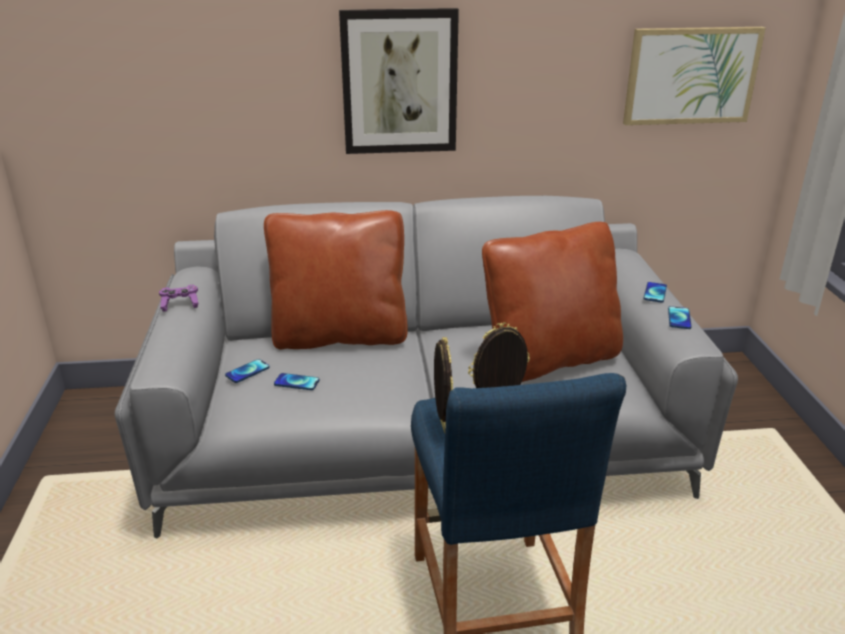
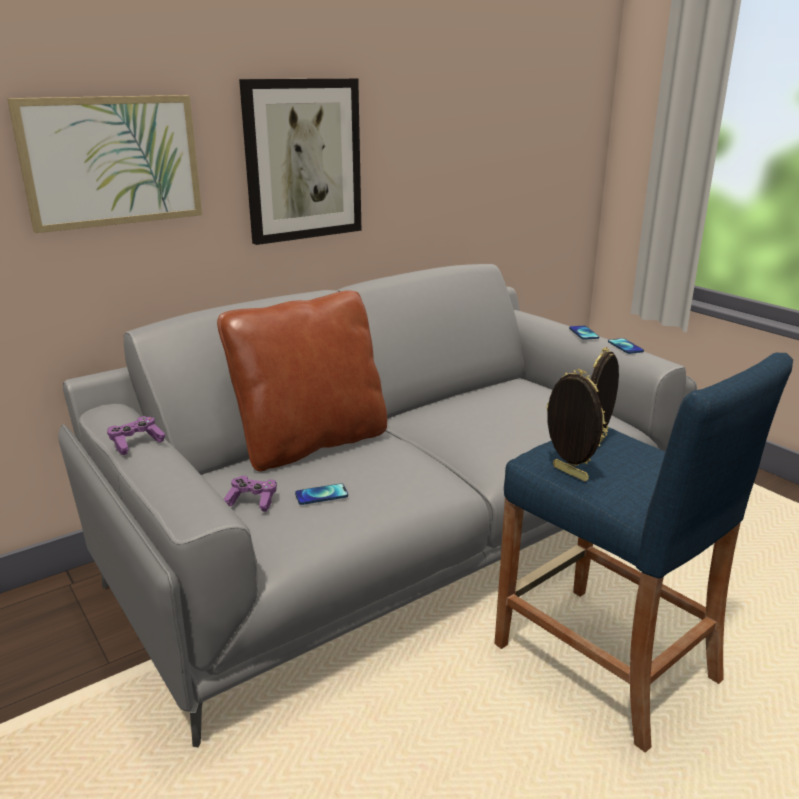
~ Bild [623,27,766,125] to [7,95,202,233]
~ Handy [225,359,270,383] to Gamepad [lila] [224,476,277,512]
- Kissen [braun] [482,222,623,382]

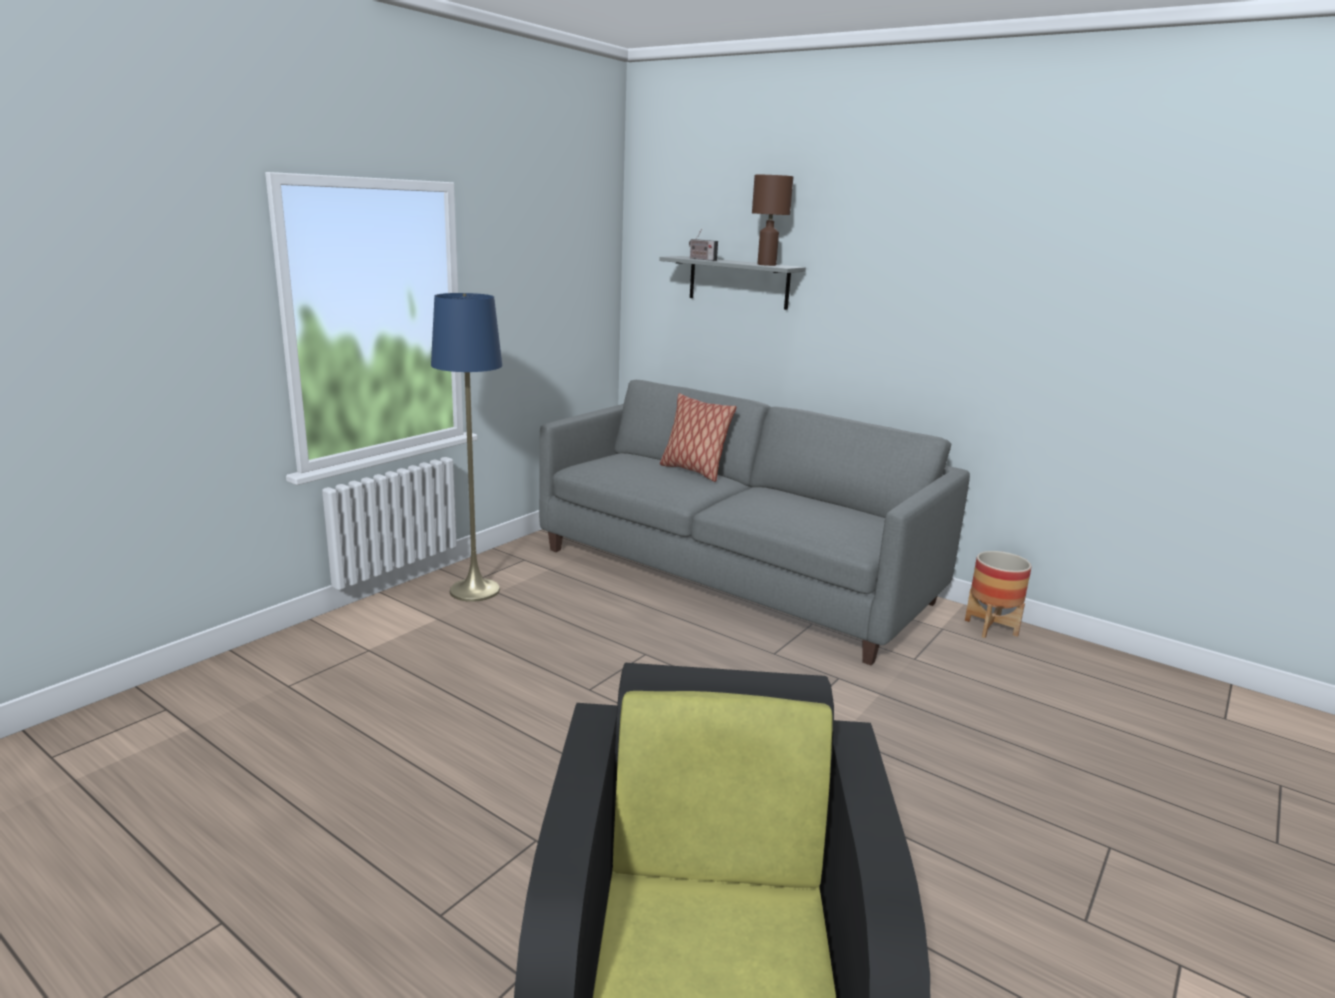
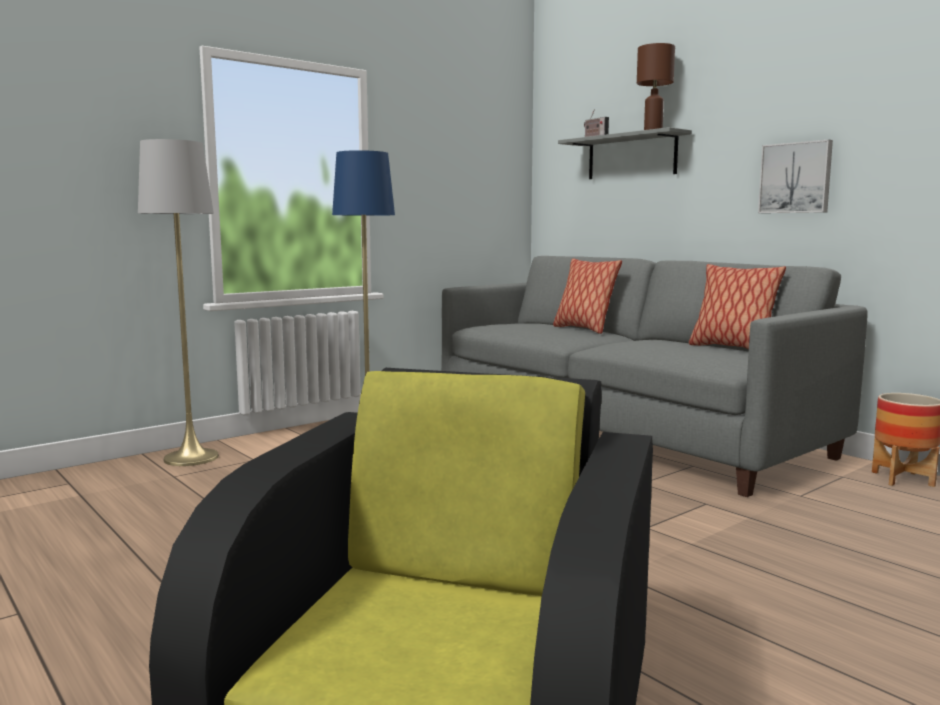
+ Stehlampe [grau] [138,139,219,466]
+ Kissen [689,264,786,349]
+ Bild [758,140,833,213]

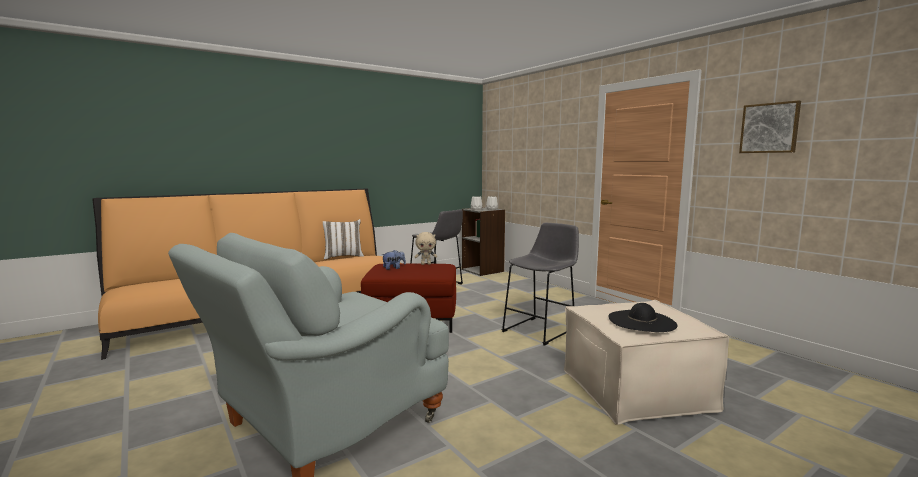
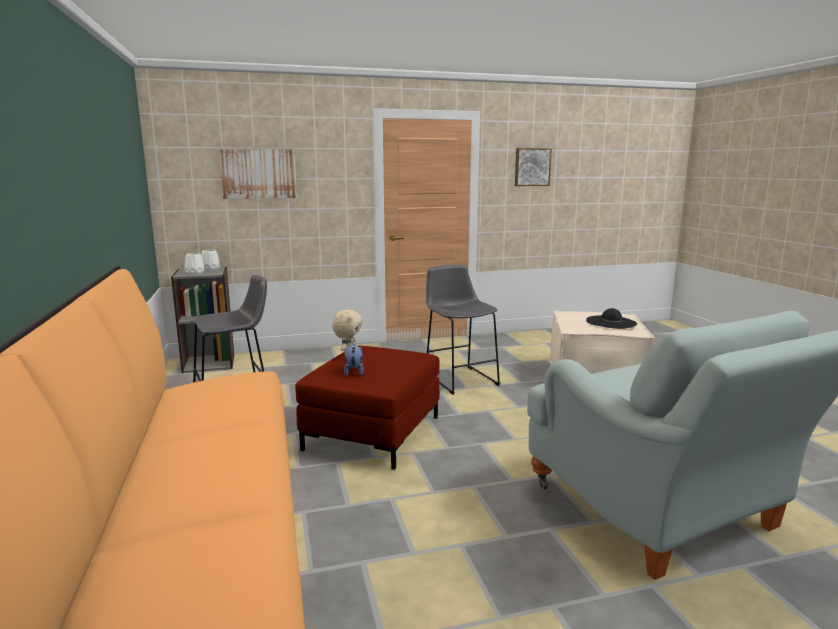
+ Bild [219,149,297,199]
- Kissen [weiß] [321,219,364,259]

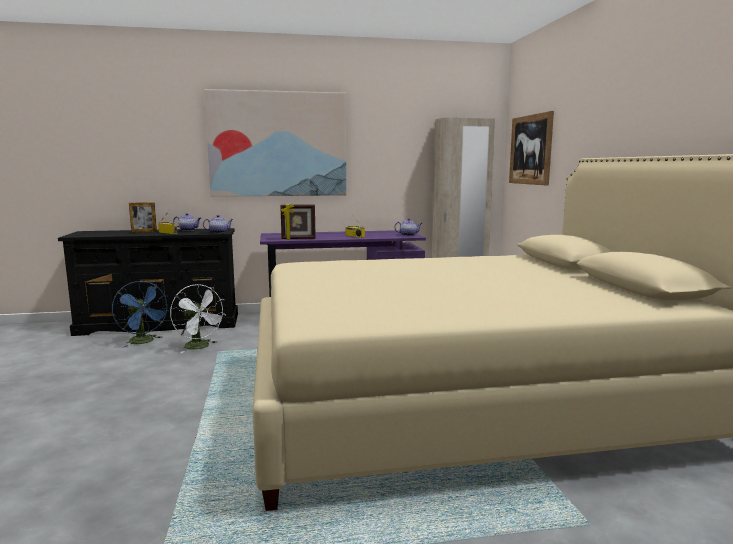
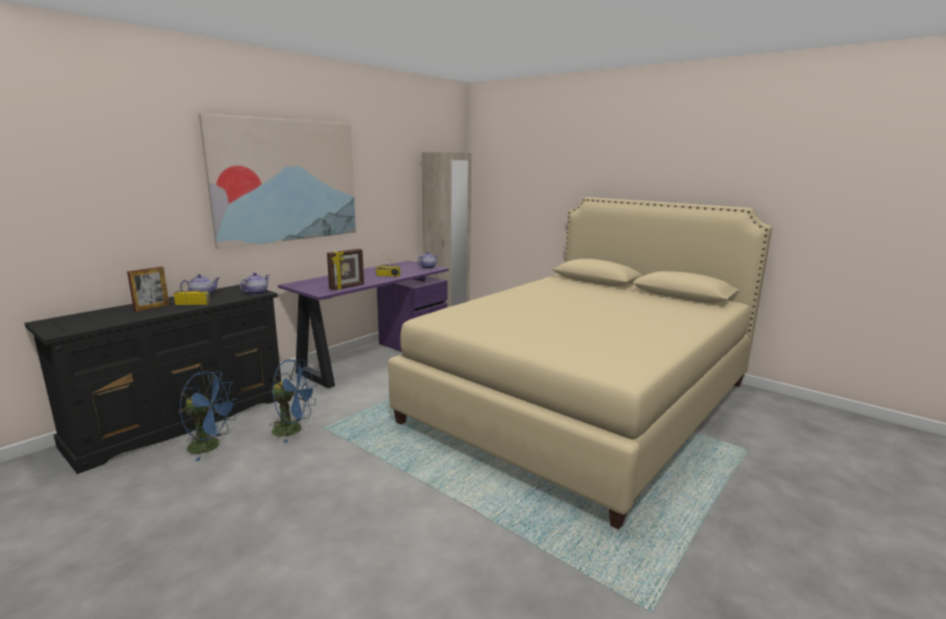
~ Ventilator [weiß] [170,284,226,353] to Ventilator [blau] [269,359,317,443]
- Bild [509,111,554,185]

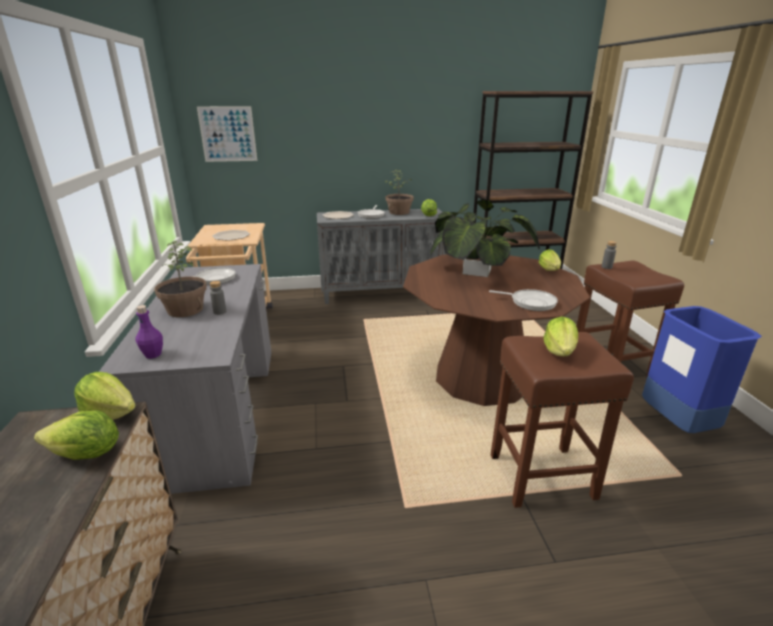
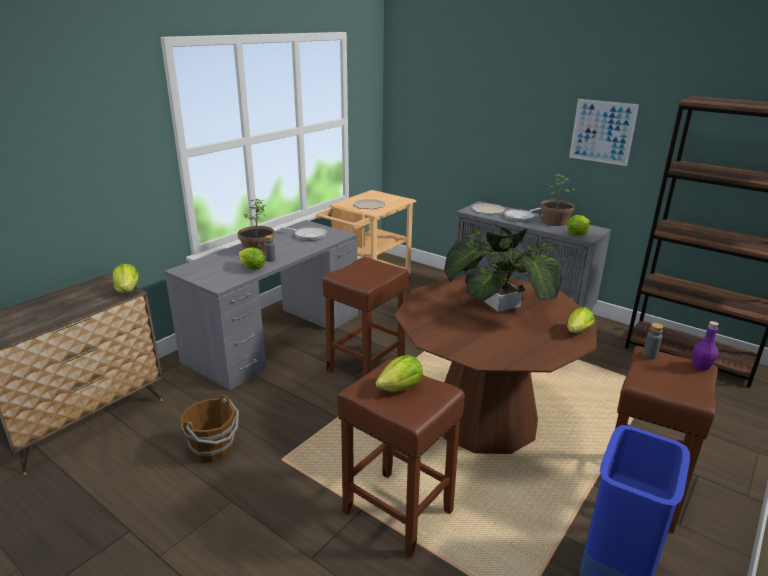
+ Eimer [braun] [180,395,239,463]
~ Salatkopf [34,410,119,460] to [239,247,265,270]
+ Hocker [braun] [323,257,409,377]
~ Bild [197,106,257,162] to [569,99,639,166]
~ Flasche [lila] [135,305,163,359] to [692,321,719,371]
- Pfanne [489,289,558,311]

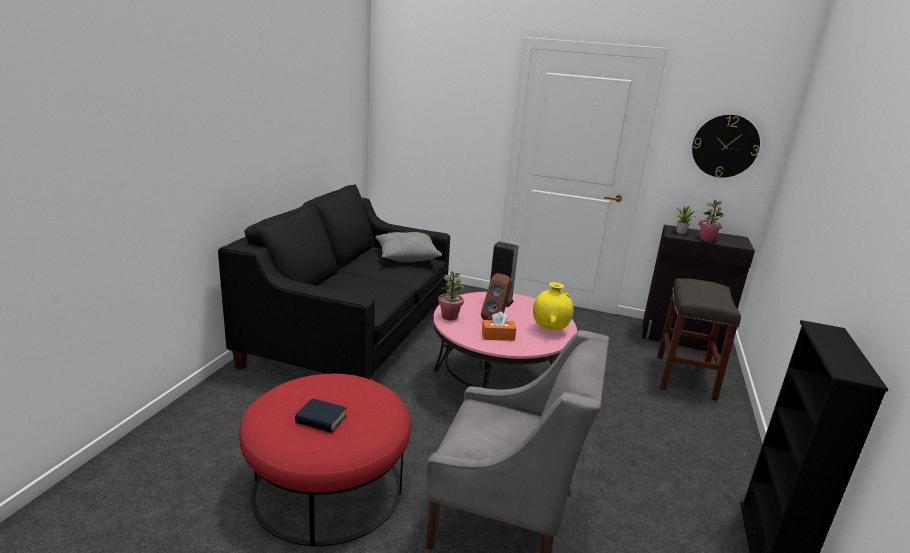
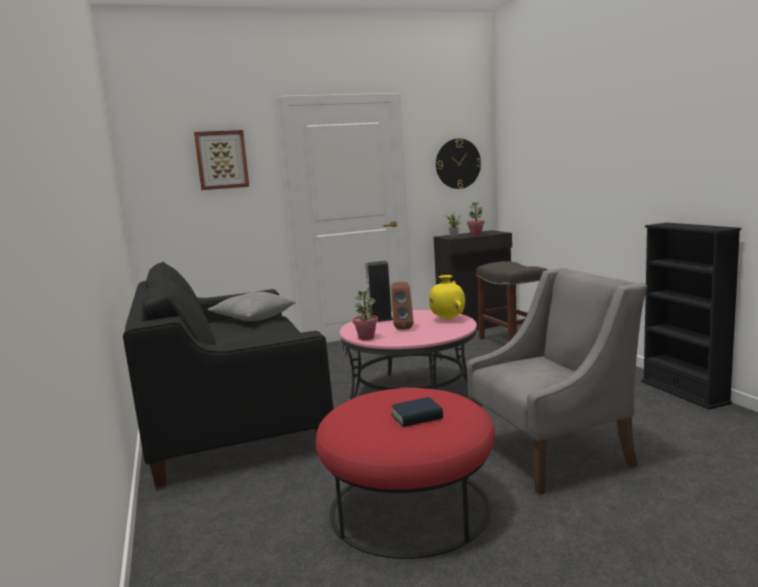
+ Bild [194,130,249,190]
- Taschentuchbox [orange] [482,312,516,341]

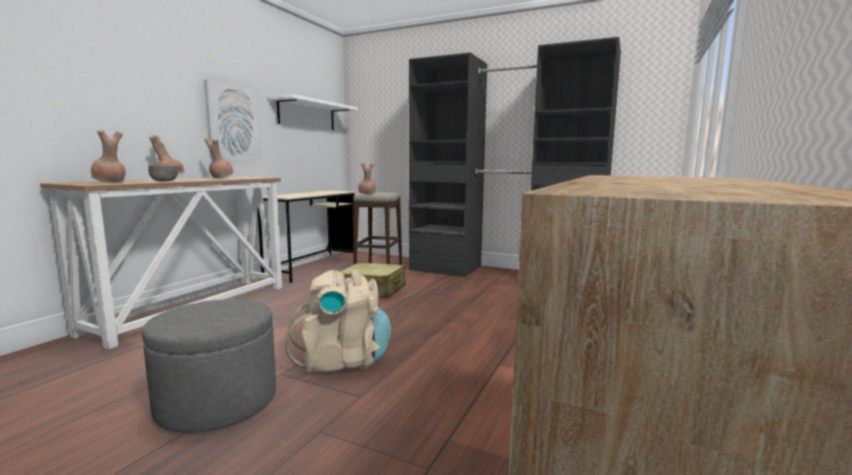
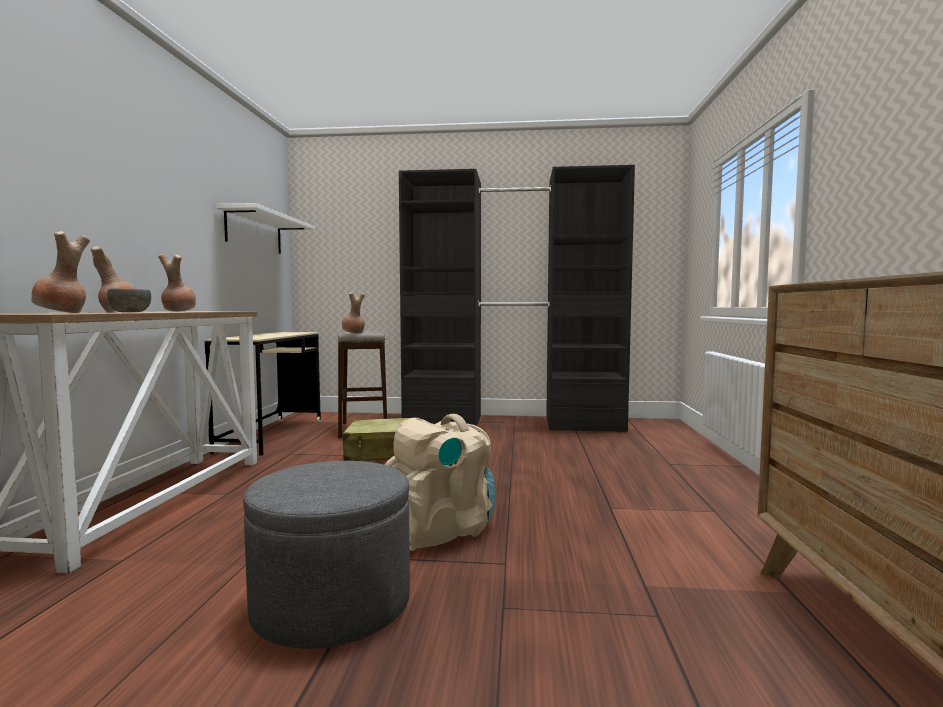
- Bild [204,79,262,160]

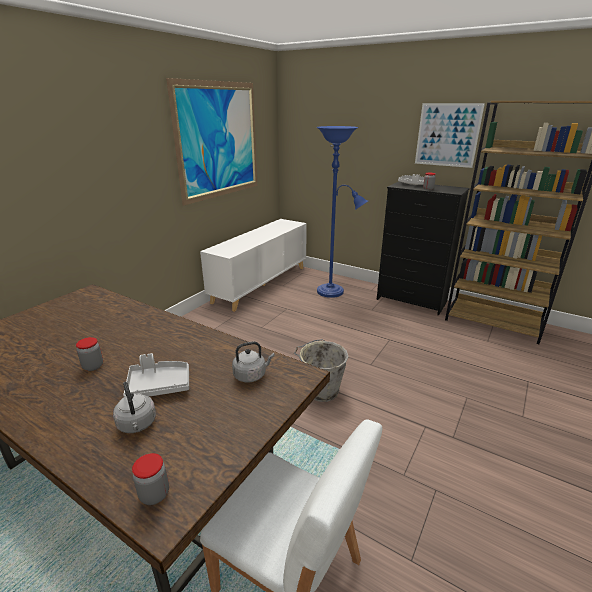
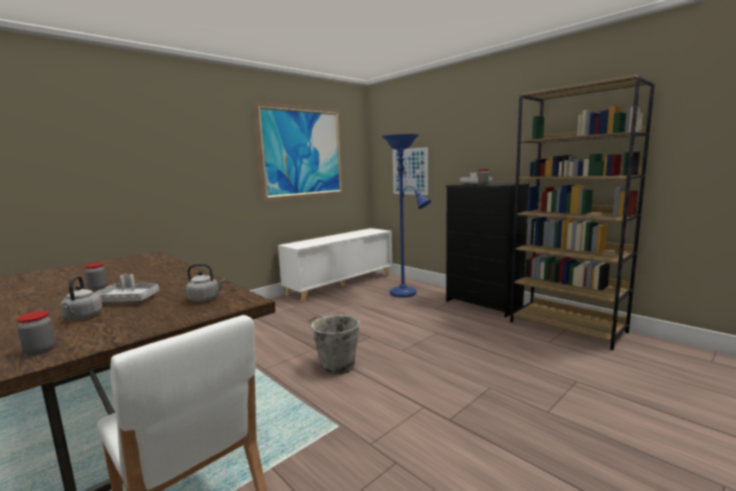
~ Bild [415,103,485,168] to [393,147,428,195]

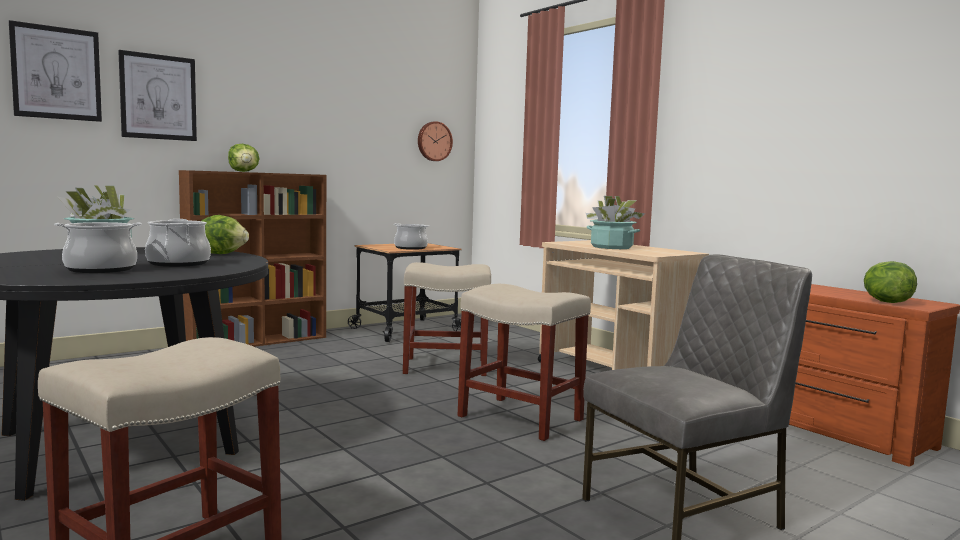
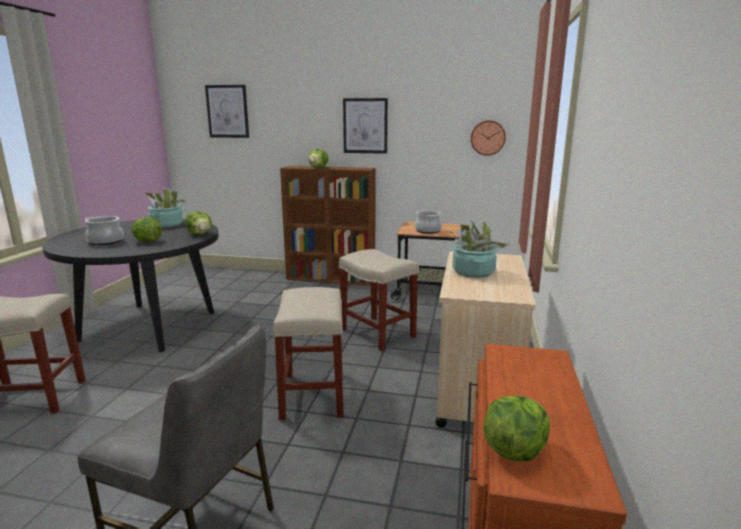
~ Kochtopf [145,219,211,267] to Salatkopf [132,217,162,242]
~ Bild [118,50,197,141] to [343,98,388,154]

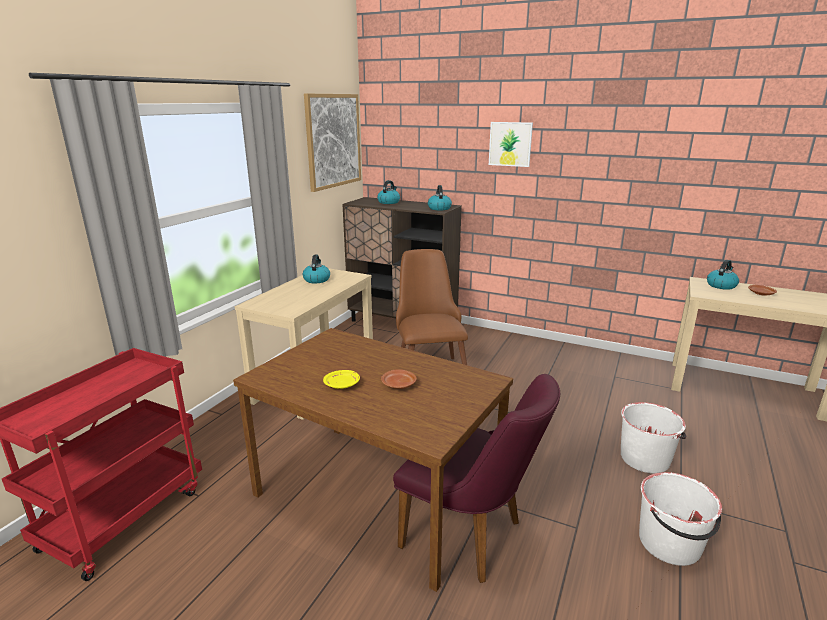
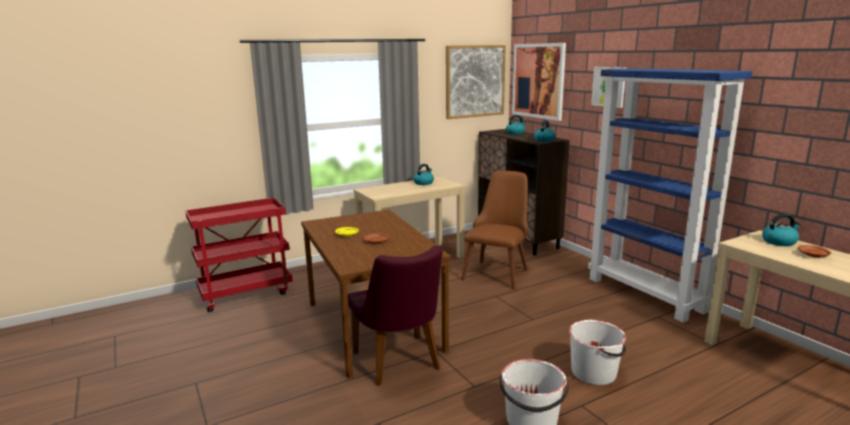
+ Bild [512,43,566,121]
+ Bücherregal [blau] [588,68,752,323]

